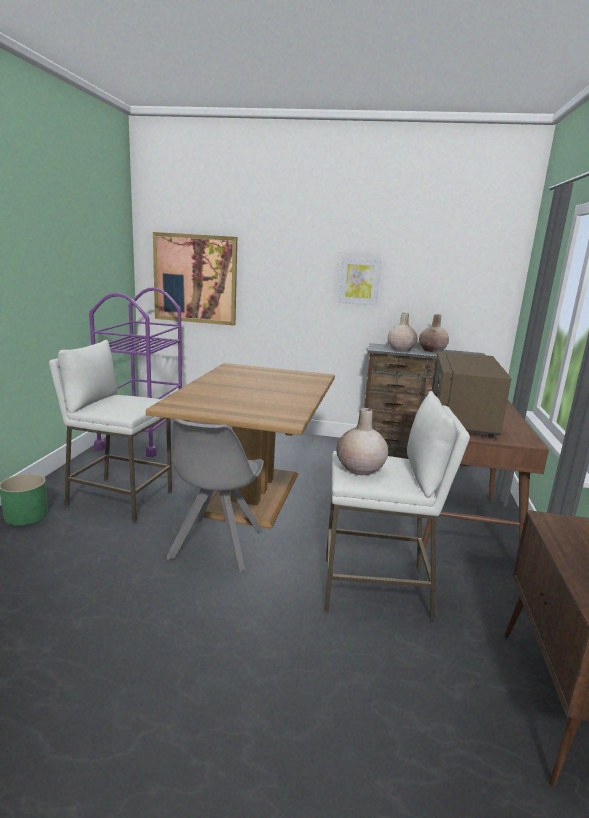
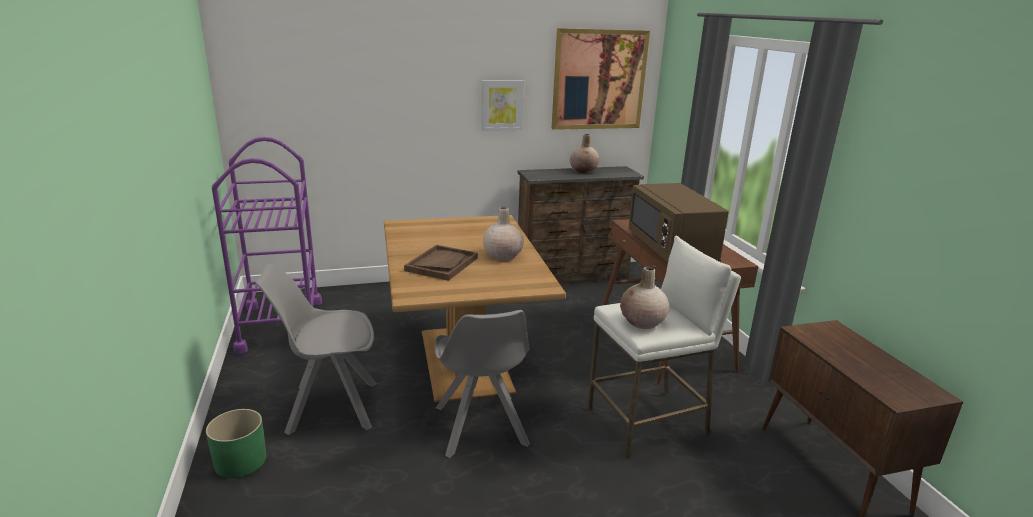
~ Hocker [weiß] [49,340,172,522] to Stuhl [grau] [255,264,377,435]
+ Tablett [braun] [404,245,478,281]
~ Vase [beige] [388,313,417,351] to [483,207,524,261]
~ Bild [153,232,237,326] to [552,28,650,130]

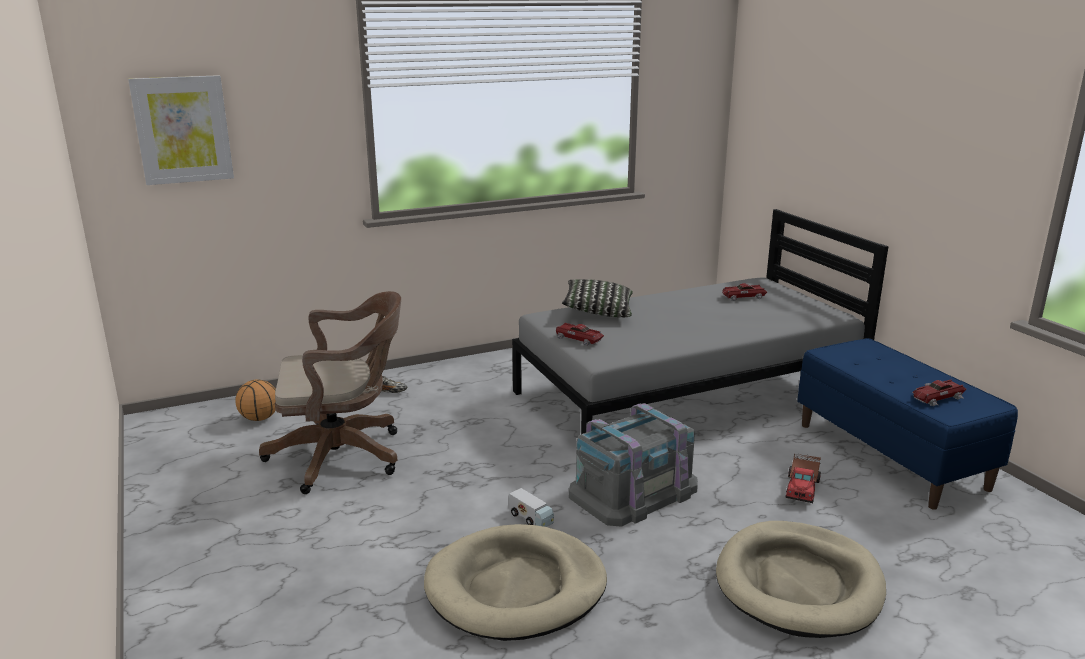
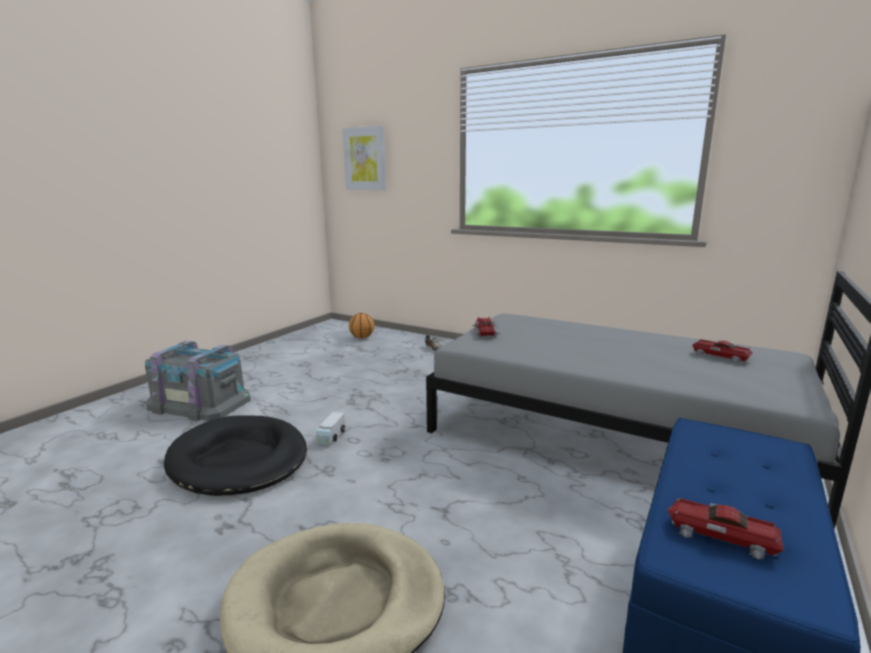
~ Aufbewahrungsbox [grau] [569,403,698,527] to [145,341,251,421]
~ Hundebett [beige] [424,524,607,641] to Hundebett [schwarz] [164,415,307,496]
- Bürostuhl [braun] [259,291,401,494]
- Kissen [562,279,633,318]
- Spielzeuglaster [785,454,821,503]

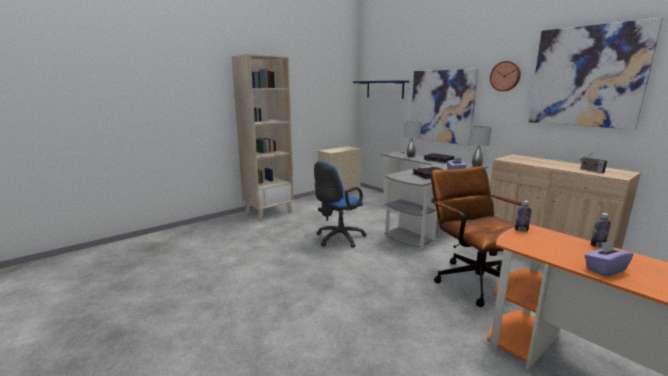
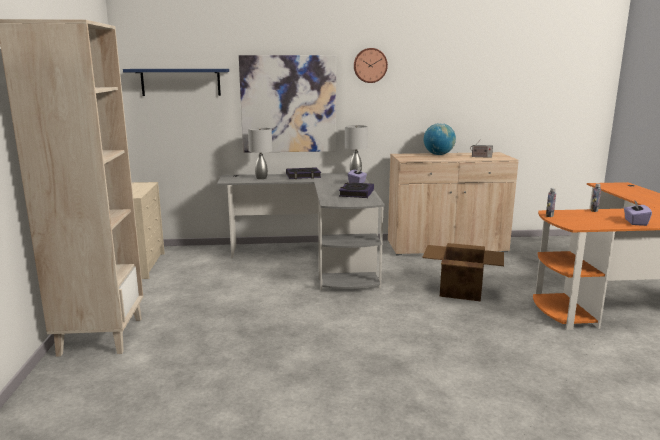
~ Bürostuhl [braun] [430,166,522,307] to Karton [422,243,504,301]
+ Globus [424,123,456,155]
- Bürostuhl [blau] [314,161,367,248]
- Bild [528,18,663,130]

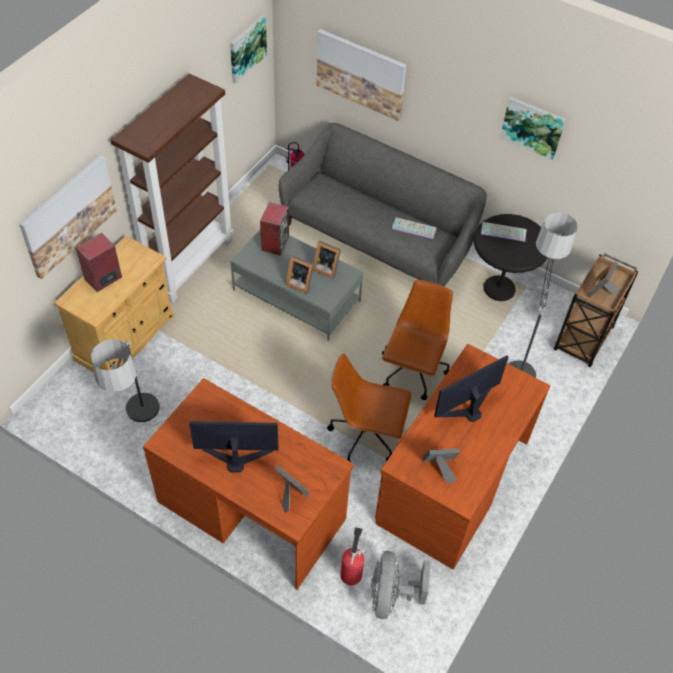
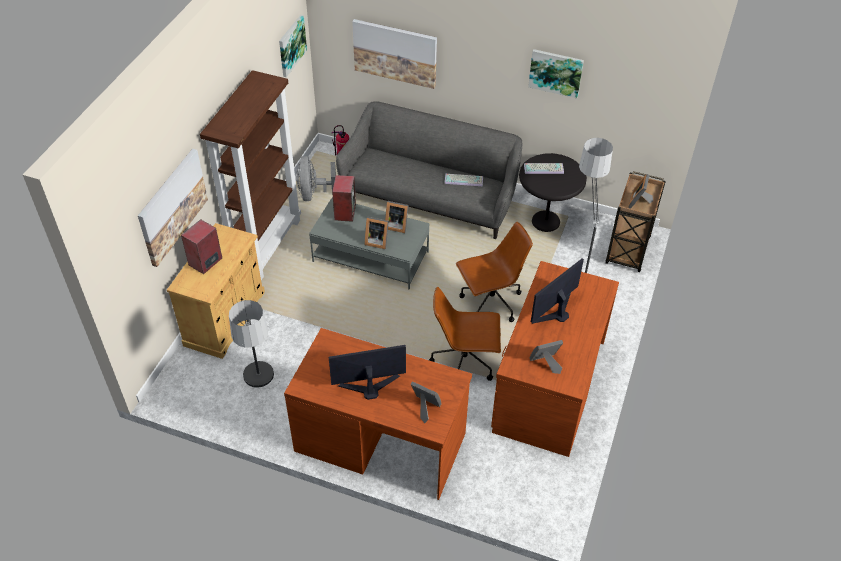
~ Ventilator [grau] [371,551,431,619] to [296,156,336,201]
~ Bürostuhl [braun] [382,280,453,400] = [456,222,533,322] 60 degrees clockwise
- Feuerlöscher [340,527,367,585]

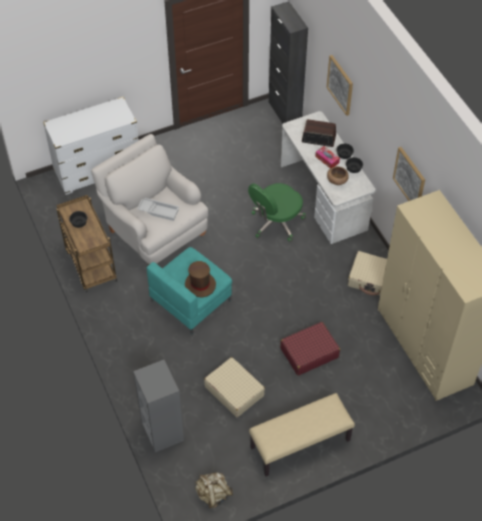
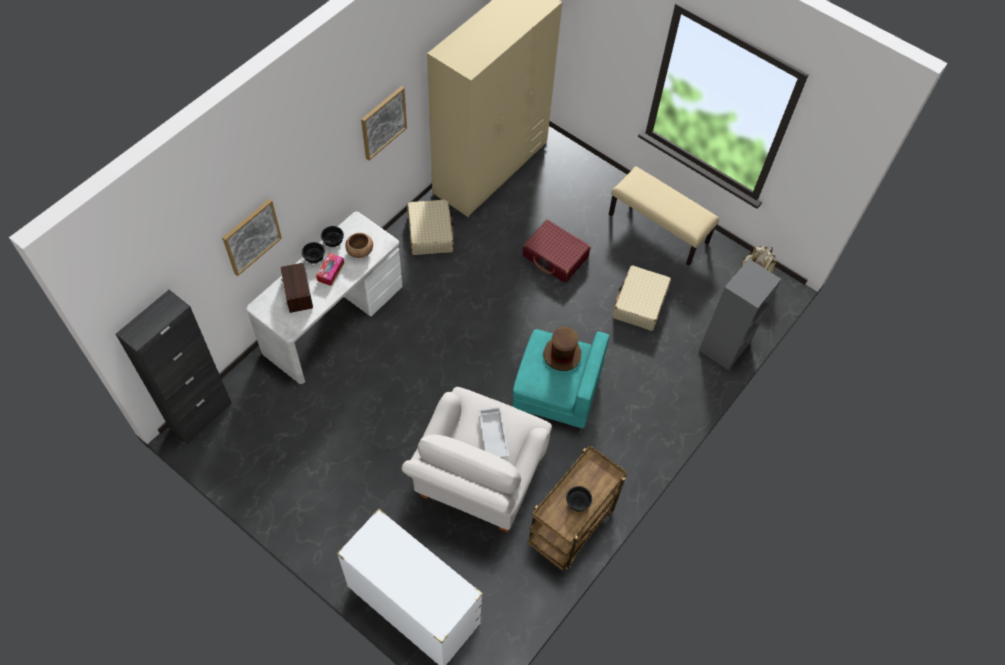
- Bürostuhl [grün] [248,183,306,242]

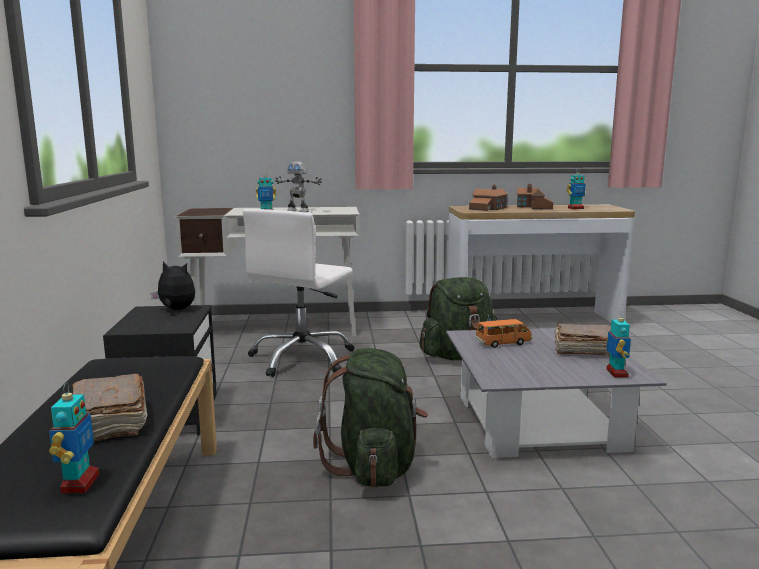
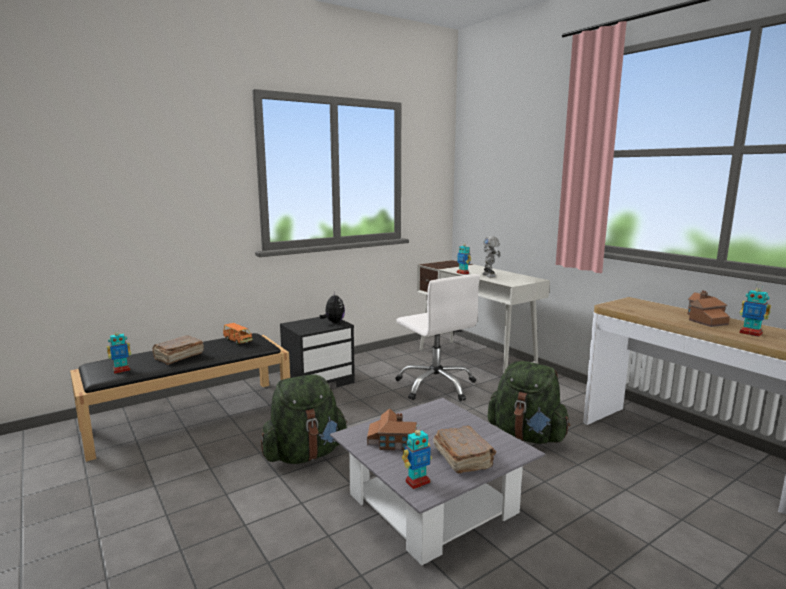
~ Spielzeugauto [orange] [475,319,532,348] to [223,323,253,345]
~ Spielzeughaus [469,185,508,211] to [367,408,417,451]
~ Bürostuhl [weiß] [243,209,355,377] = [395,274,480,401] 120 degrees counterclockwise

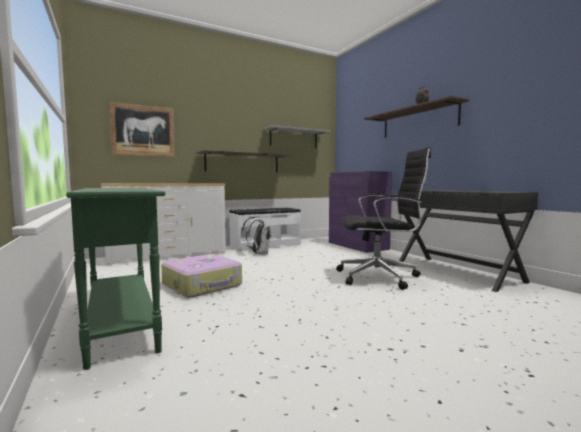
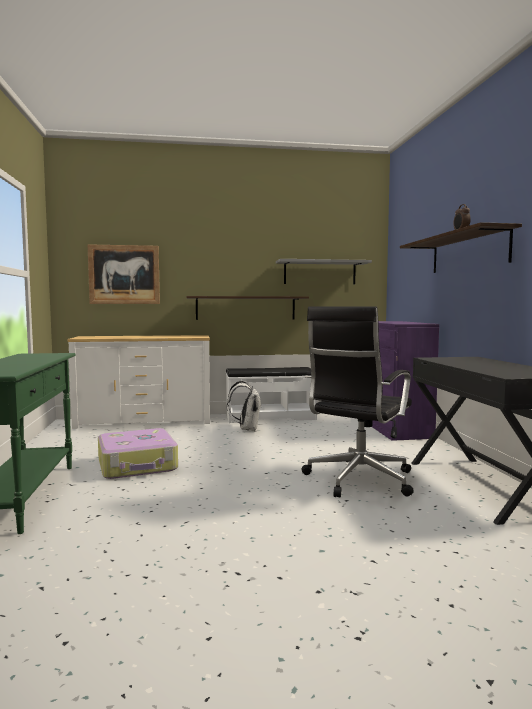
~ Bürostuhl [schwarz] [336,147,431,290] = [301,306,414,498] 105 degrees clockwise

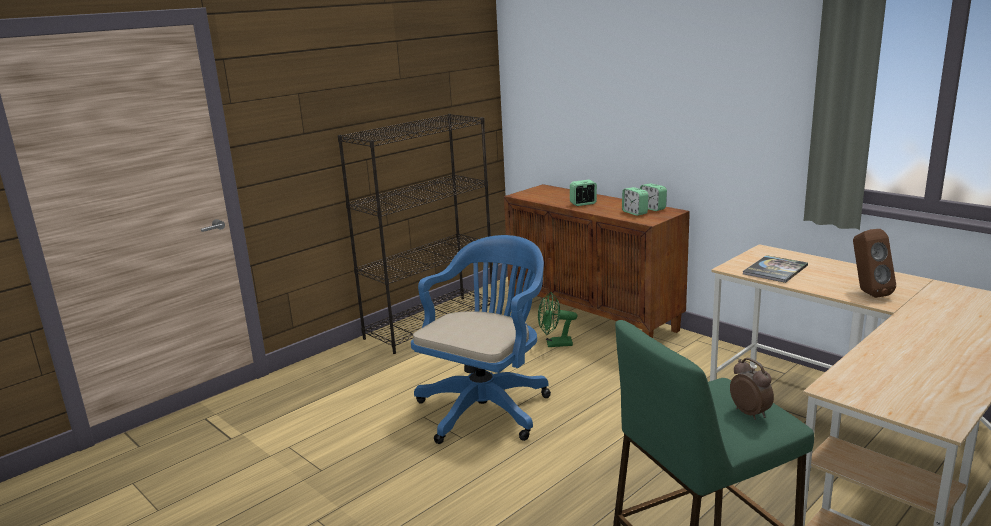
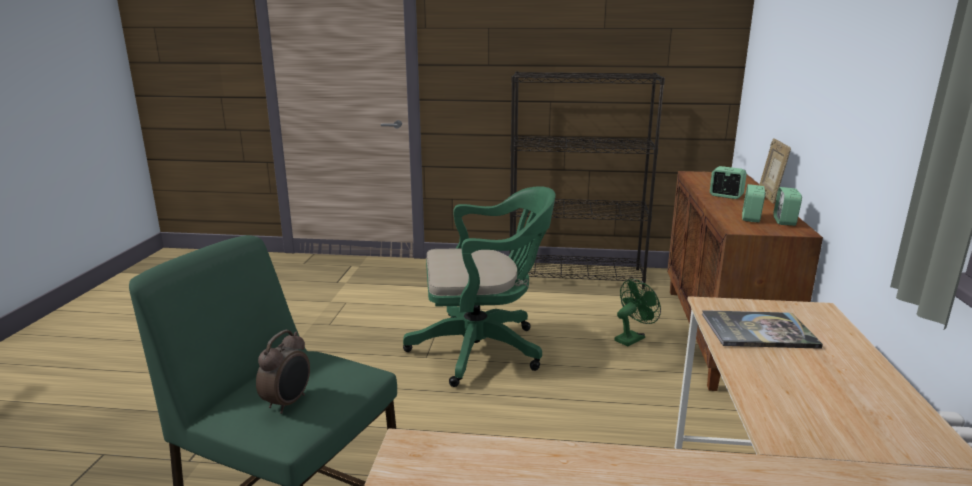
~ Bürostuhl [blau] [411,235,551,444] to Bürostuhl [grün] [403,186,556,387]
~ Ventilator [grün] [538,292,577,347] = [615,279,661,347] 90 degrees clockwise
+ Bilderrahmen [759,138,791,203]
- Lautsprecher [braun] [853,229,896,298]

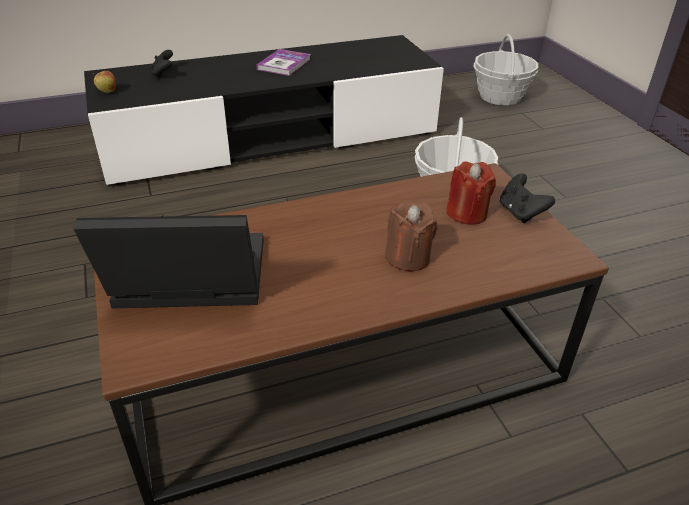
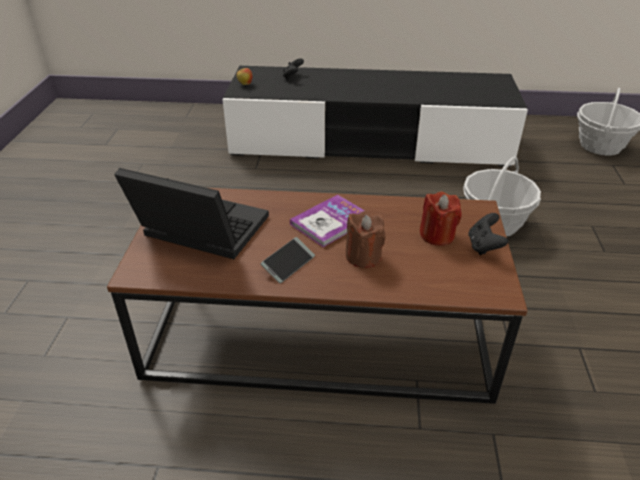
+ Handy [261,237,315,283]
~ Buch [256,49,310,76] to [290,195,365,247]

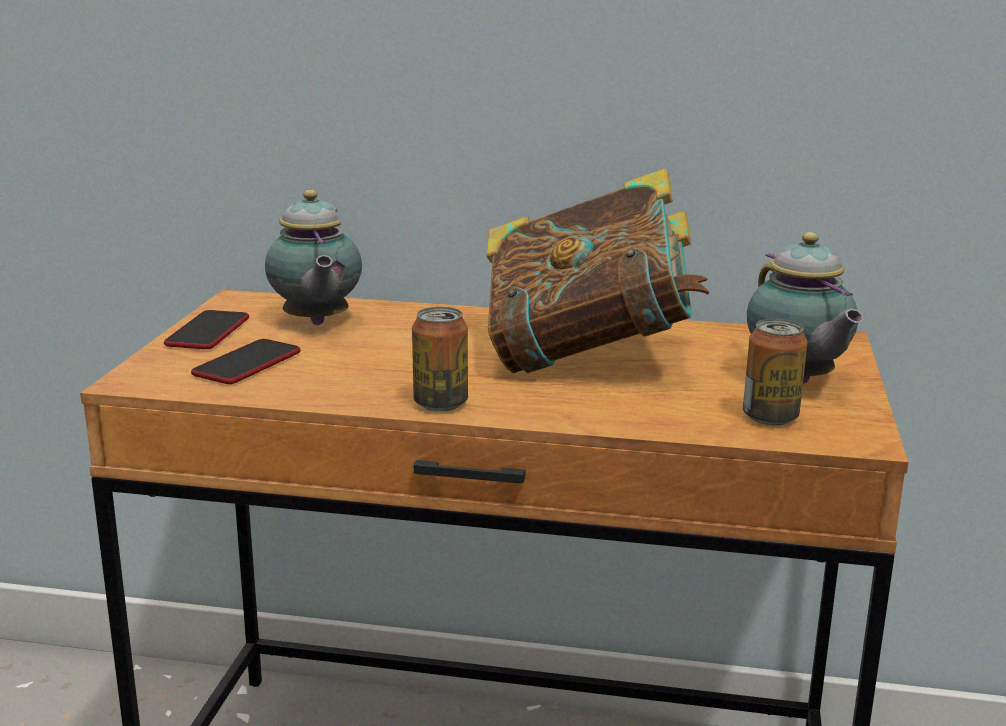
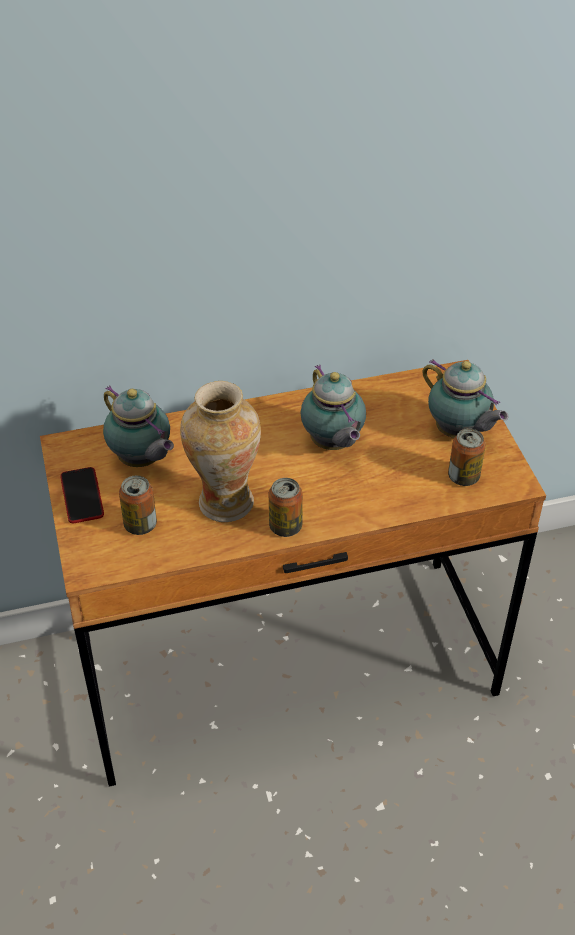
~ Handy [191,339,301,384] to Dose [119,476,157,535]
+ Vase [180,381,261,522]
~ Buch [486,168,710,373] to Teekanne [300,365,366,450]

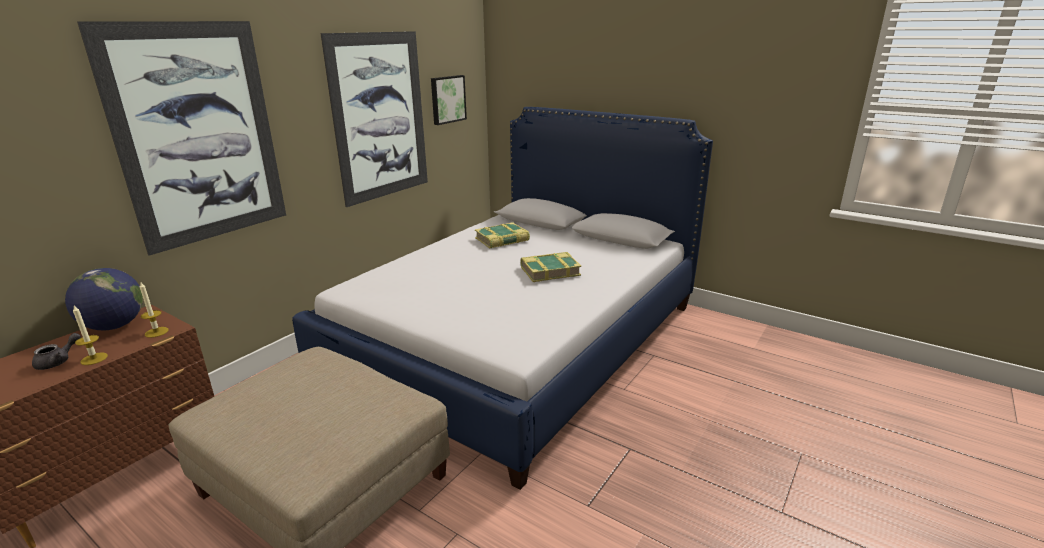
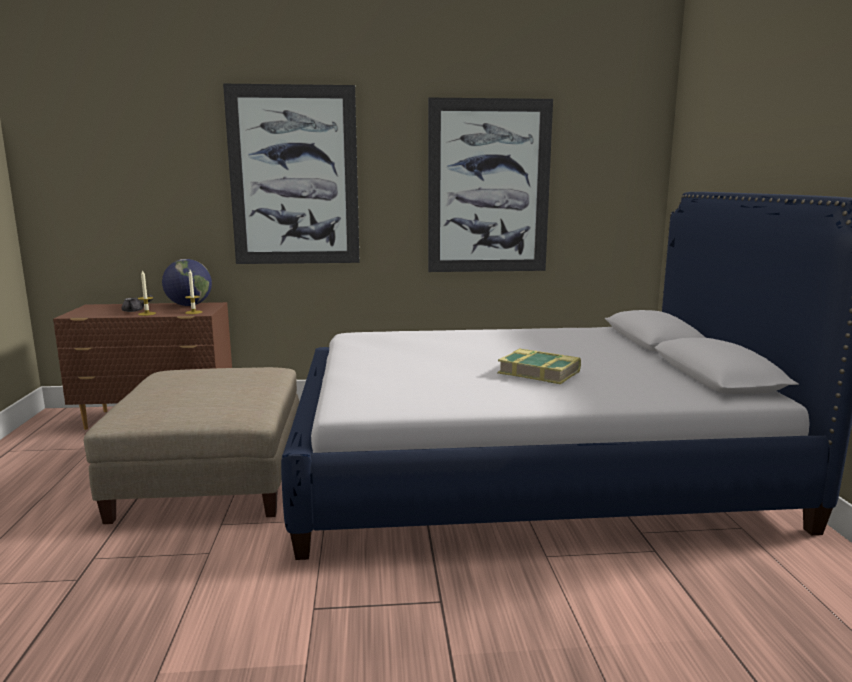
- Bild [431,75,467,125]
- Buch [475,222,530,248]

